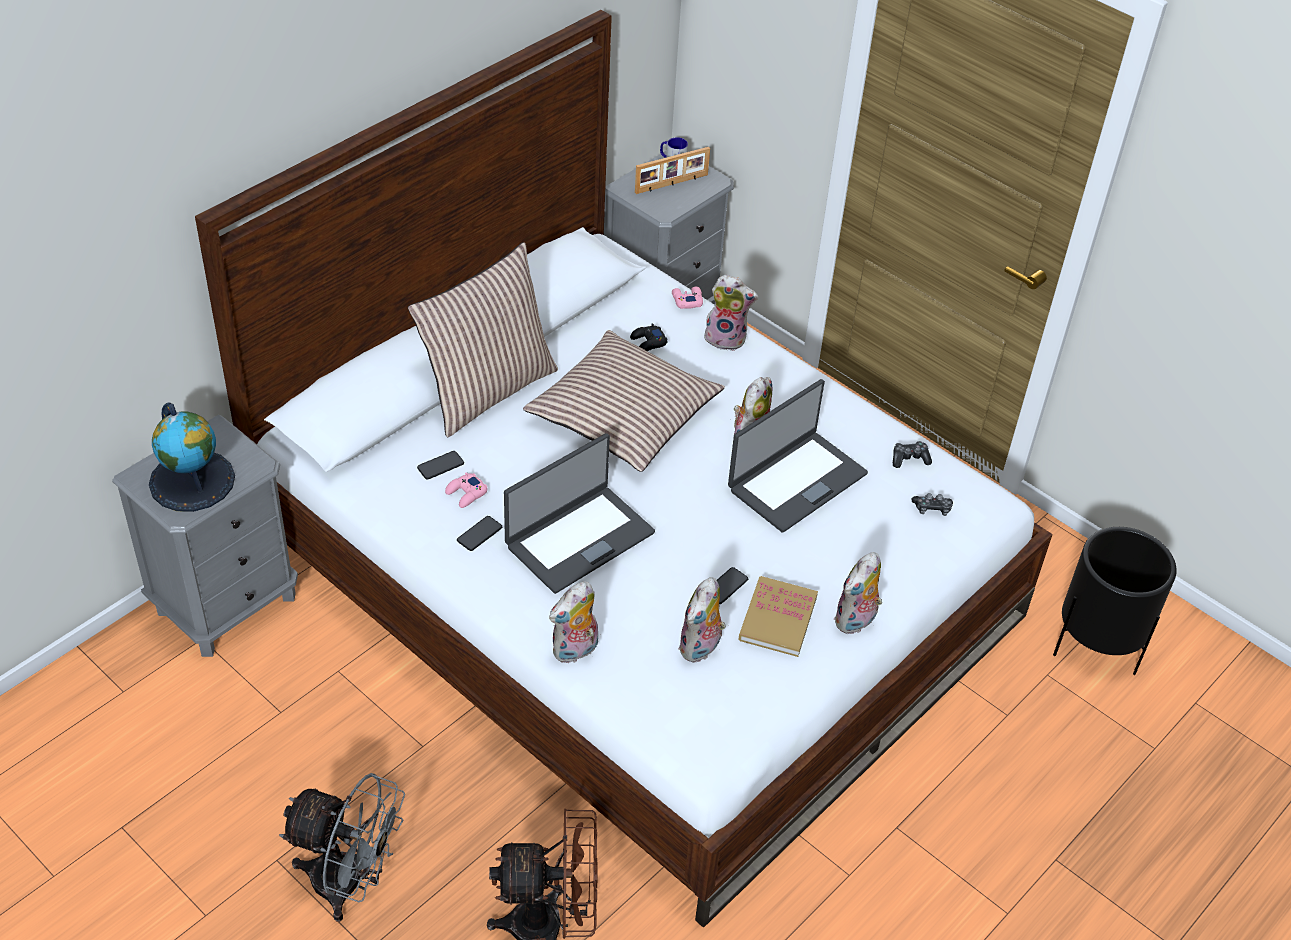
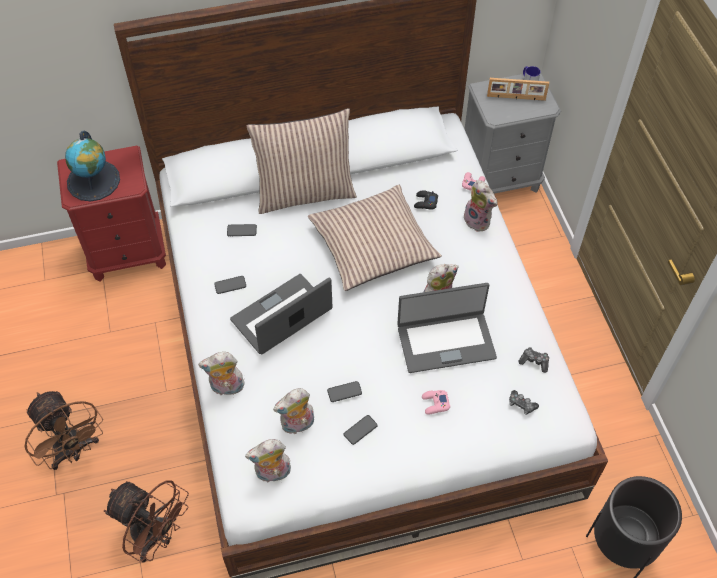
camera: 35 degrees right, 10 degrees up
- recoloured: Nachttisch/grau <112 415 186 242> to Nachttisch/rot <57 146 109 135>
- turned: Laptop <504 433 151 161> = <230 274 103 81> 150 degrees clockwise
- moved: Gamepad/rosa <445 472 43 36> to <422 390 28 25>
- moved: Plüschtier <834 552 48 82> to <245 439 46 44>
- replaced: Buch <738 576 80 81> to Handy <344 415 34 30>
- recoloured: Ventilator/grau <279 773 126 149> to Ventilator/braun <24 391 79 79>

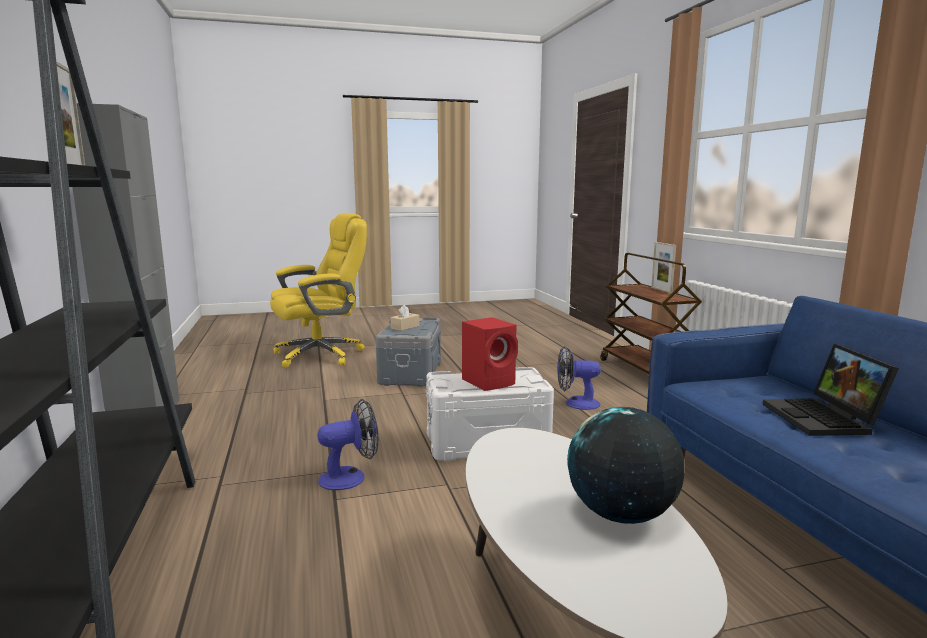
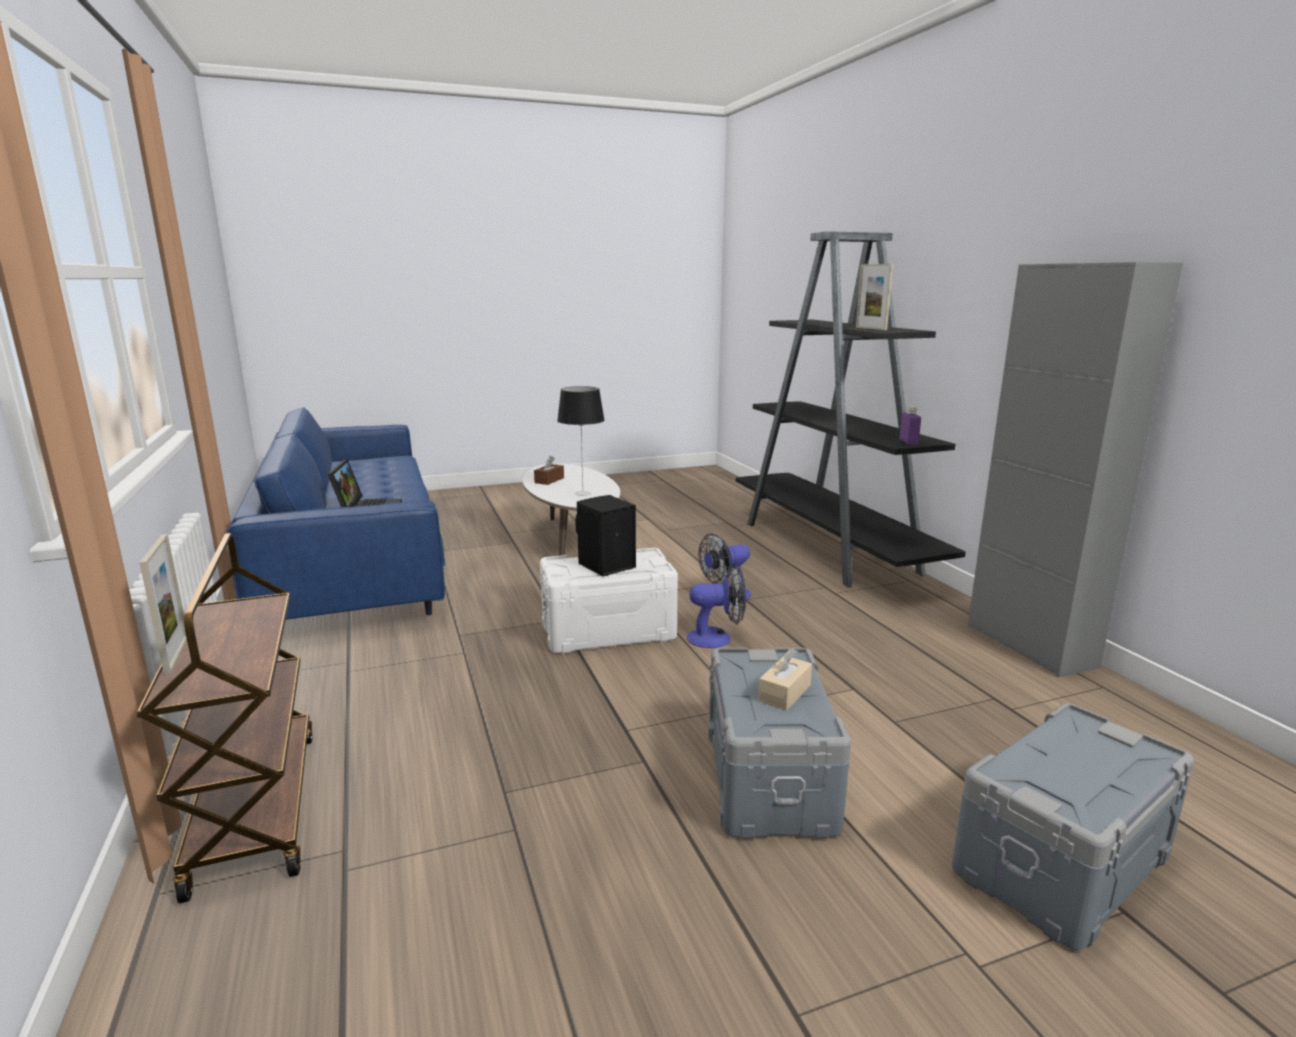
camera: 175 degrees right, 5 degrees up
- replaced: Bürostuhl/gelb <270 213 97 155> to Aufbewahrungsbox/grau <952 703 242 248>
- recoloured: Lautsprecher/rot <462 317 56 74> to Lautsprecher/schwarz <575 495 61 81>
- moved: Ventilator <557 346 44 64> to <687 565 59 83>
- replaced: Globus <567 407 118 117> to Taschentuchbox/braun <534 456 30 29>
- added: Tischlampe <557 386 47 110>
- added: Flasche/lila <899 407 22 38>

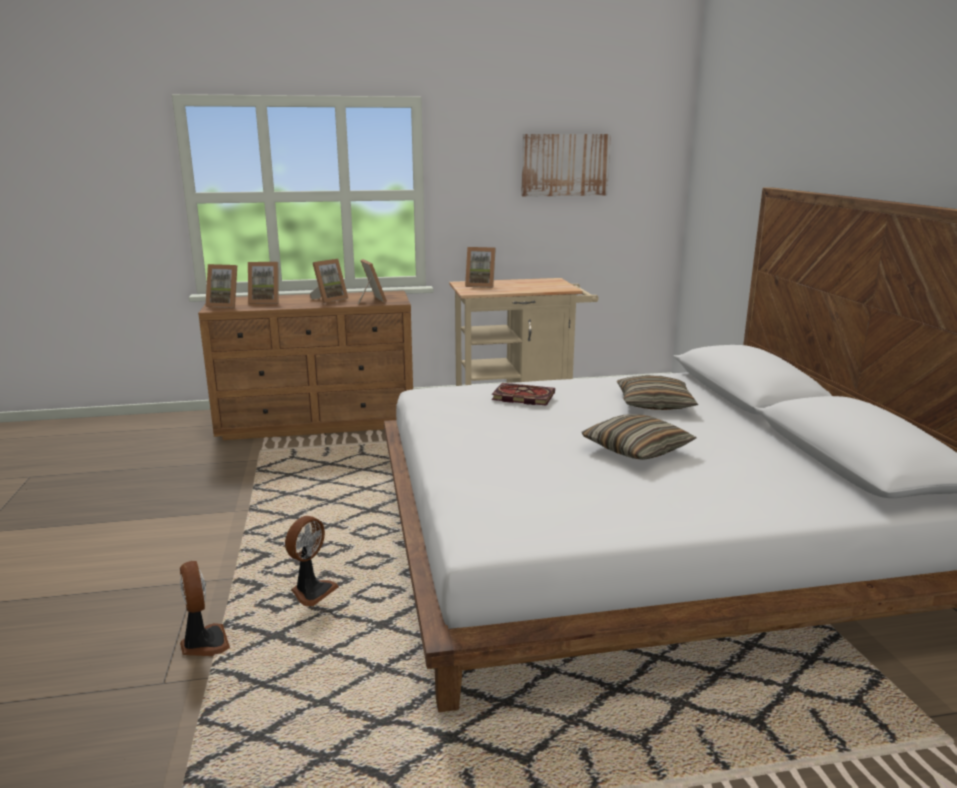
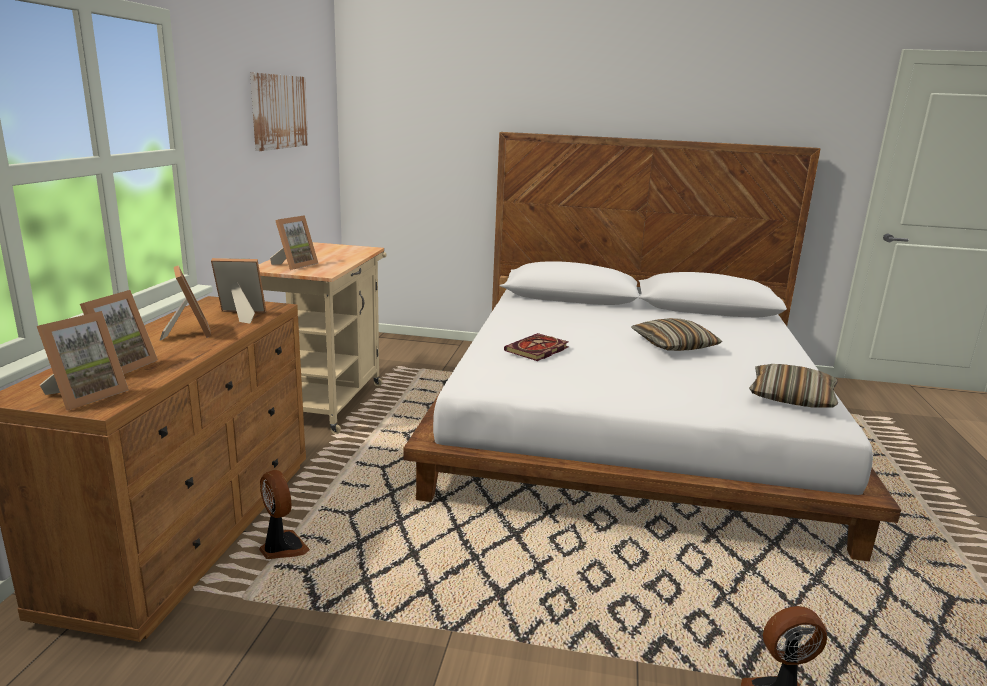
camera: 70 degrees left, 0 degrees up
- moved: Kissen <617 375 81 35> to <749 364 89 44>
- moved: Ventilator <285 516 54 90> to <259 470 51 89>

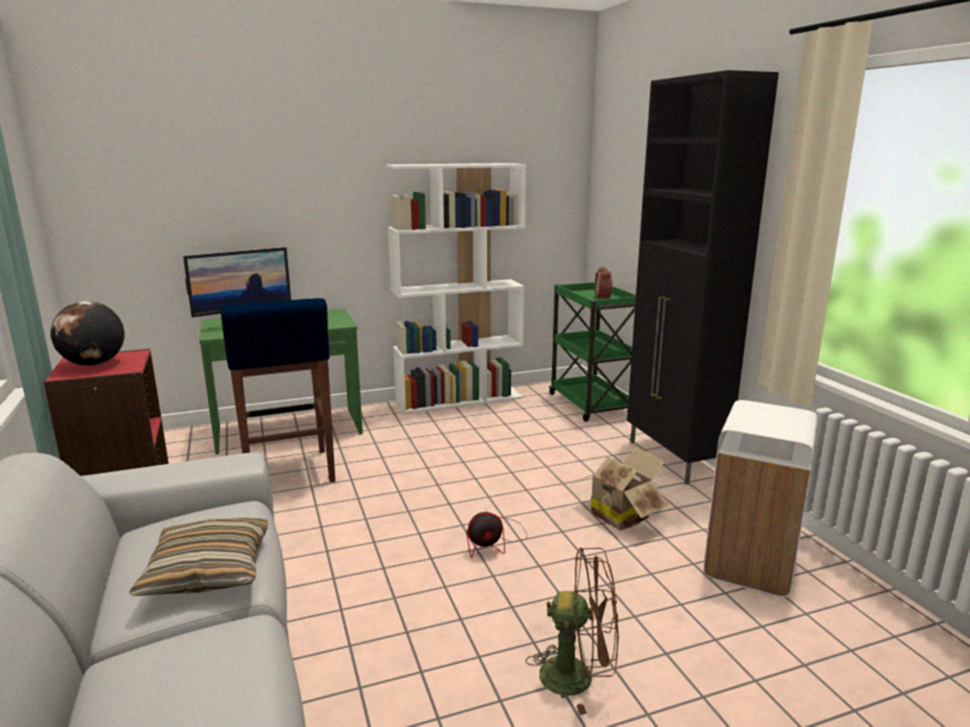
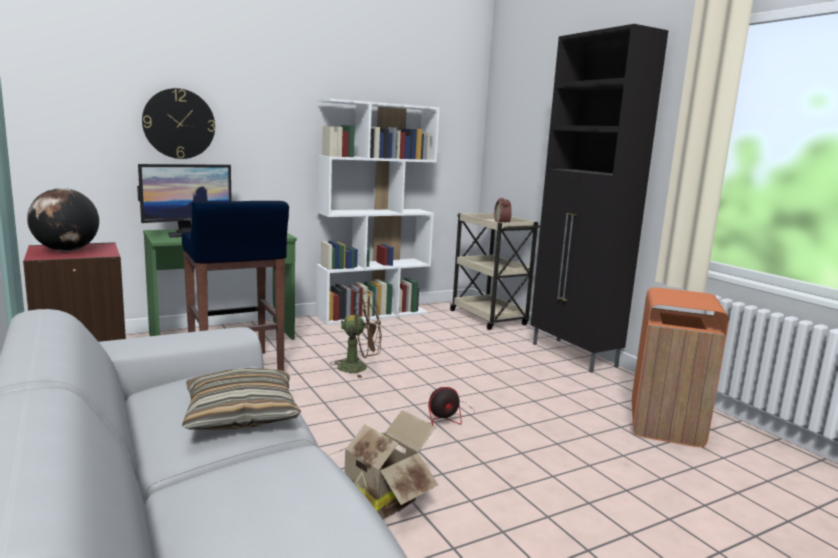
camera: 10 degrees left, 5 degrees down
- recoloured: Rollwagen/grün <548 282 88 140> to Rollwagen/beige <450 212 90 118>
- recoloured: Mülleimer/weiß <704 400 114 197> to Mülleimer/orange <632 287 97 160>
- moved: Karton <577 447 92 84> to <330 410 108 109>
- moved: Ventilator/braun <526 547 93 168> to <330 291 52 87>
- added: Wanduhr <142 88 73 71>

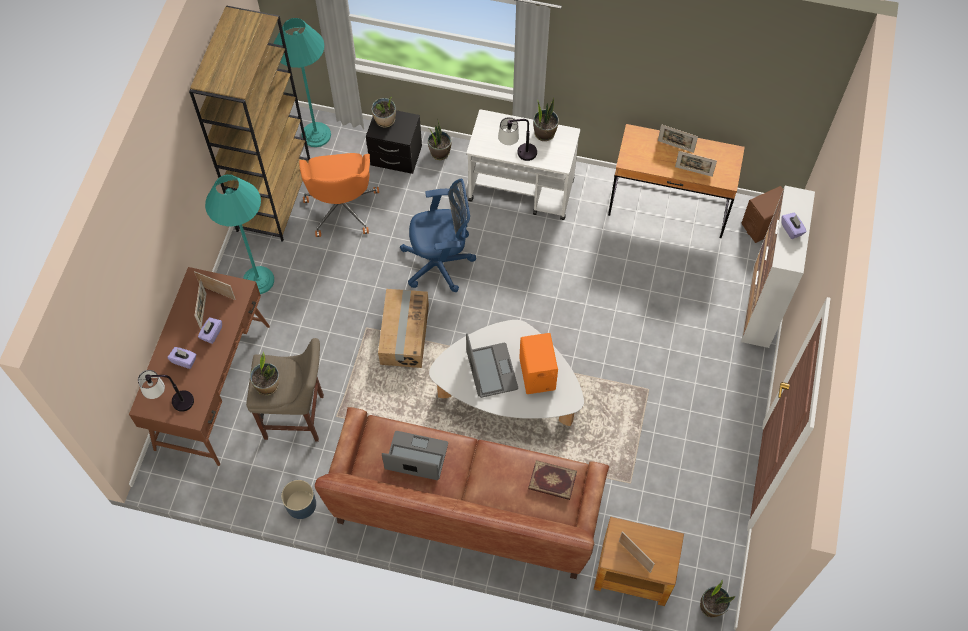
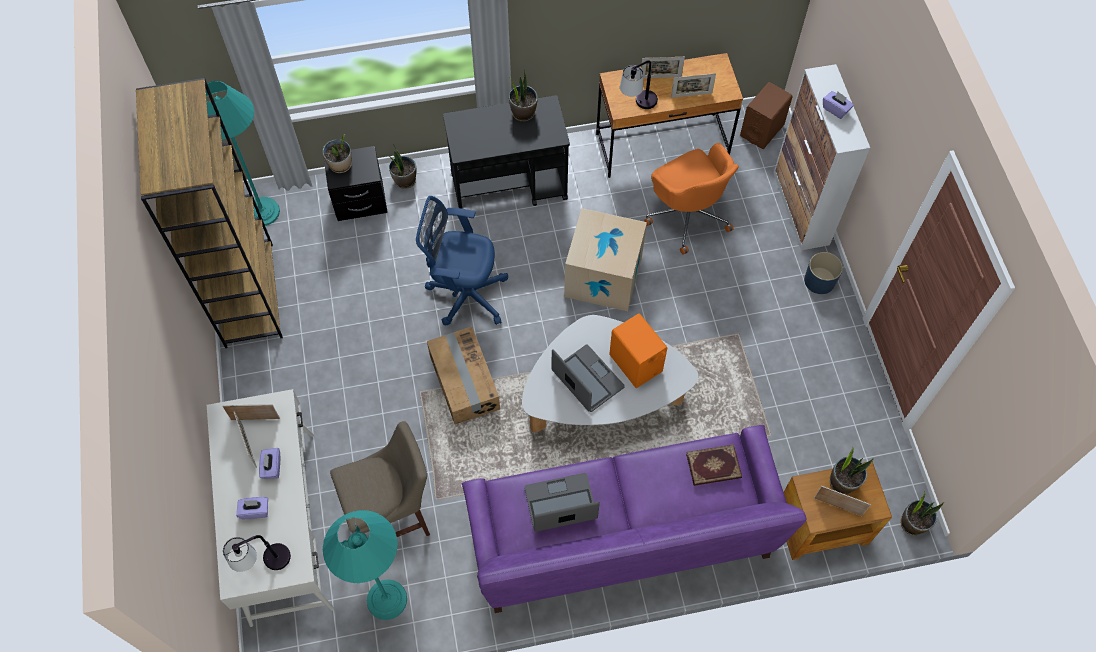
camera: 25 degrees left, 0 degrees up
- recoloured: Rollwagen/weiß <467 109 113 111> to Rollwagen/schwarz <443 95 127 114>
- moved: Tischlampe <498 117 39 44> to <620 60 38 49>
- moved: Bürostuhl/orange <299 153 80 84> to <644 143 95 112>
- moved: Stehlampe/türkis <205 174 69 120> to <323 510 84 110>
- turned: Bürostuhl/blau <400 179 76 113> = <416 196 92 129> 135 degrees counterclockwise
- recoloured: Schreibtisch/braun <129 267 141 199> to Schreibtisch/weiß <207 389 127 238>
- moved: Topfpflanze <250 352 29 43> to <829 446 45 49>
- recoloured: Sofa/braun <315 407 294 172> to Sofa/lila <462 425 344 188>
- moved: Pflanzkübel/blau <281 480 35 39> to <804 252 39 42>
- added: Karton <564 208 83 103>

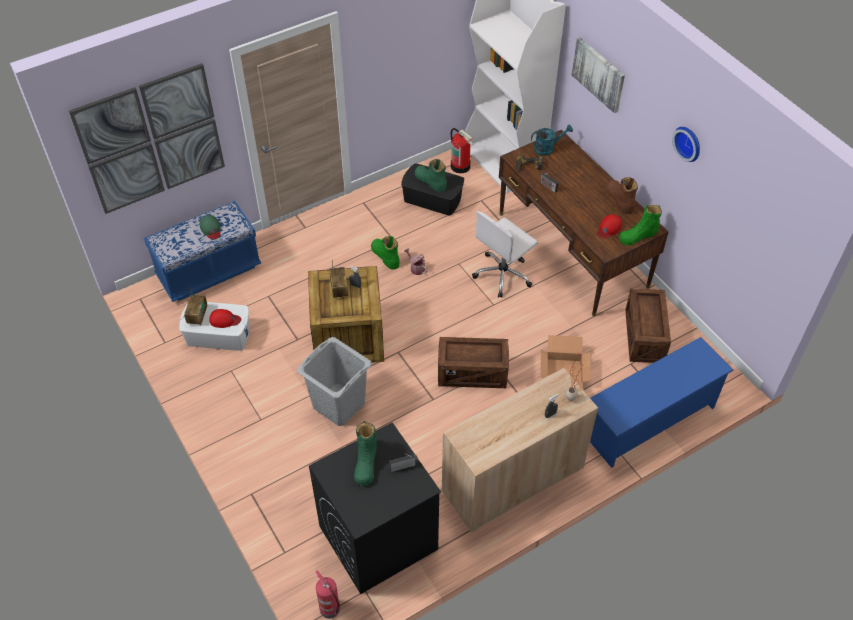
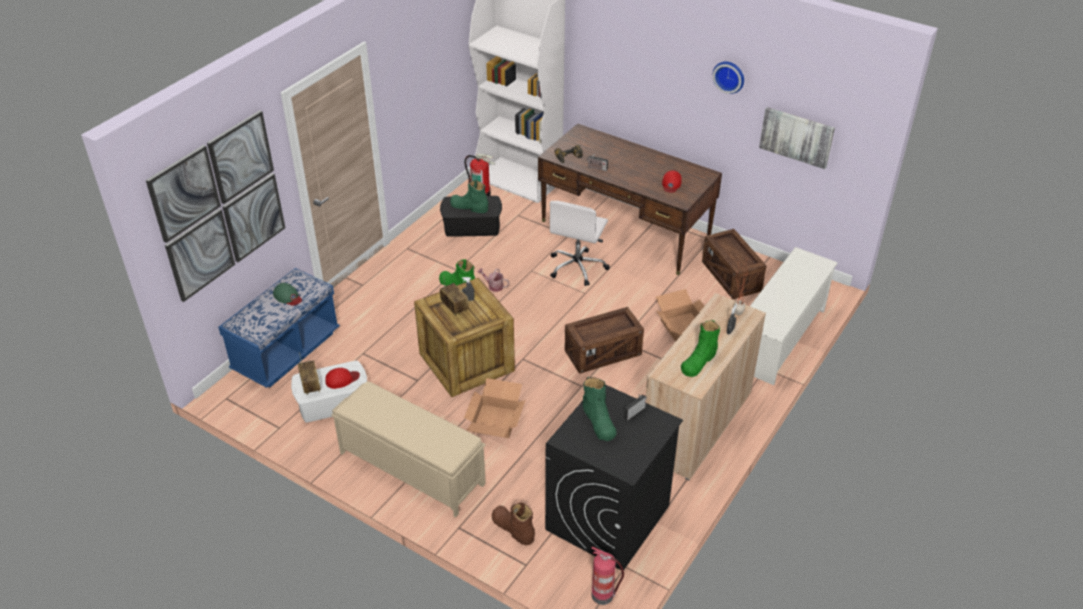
camera: 25 degrees left, 10 degrees down
- moved: Bild <572 37 53 76> to <759 107 76 62>
- removed: Gießkanne/türkis <531 124 42 32>
- moved: Stiefel/braun <606 177 32 37> to <492 503 43 42>
- moved: Stiefel/grün <620 205 42 40> to <681 320 39 57>
- replaced: Wäschekorb/grau <297 337 75 89> to Karton <464 378 61 60>
- recoloured: Schuhregal/blau <590 337 143 131> to Schuhregal/weiß <750 247 88 138>
- added: Bank/beige <331 381 155 136>

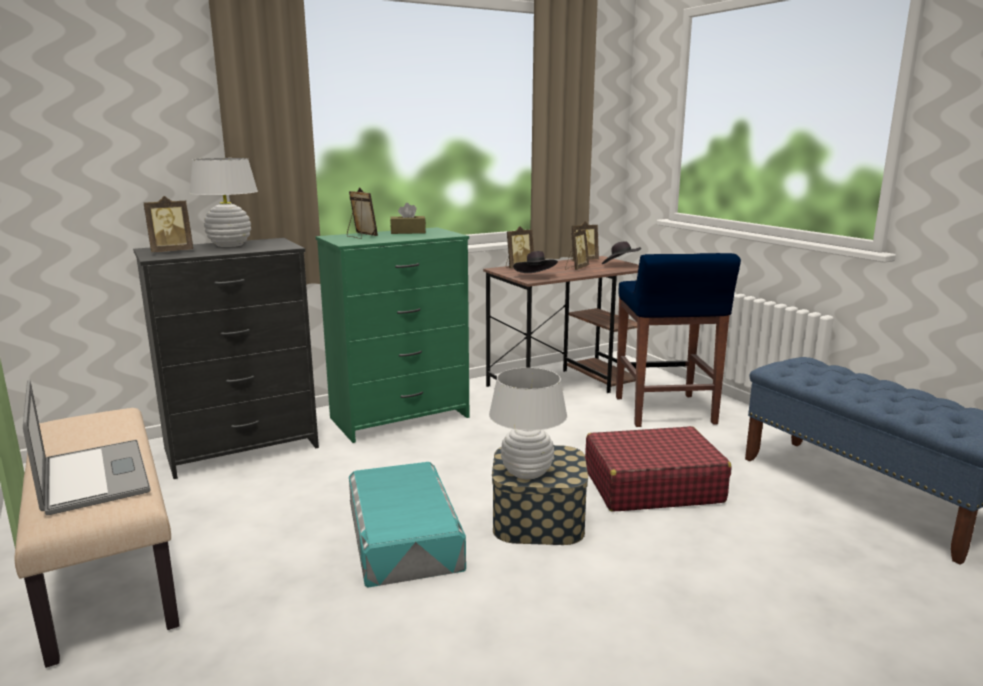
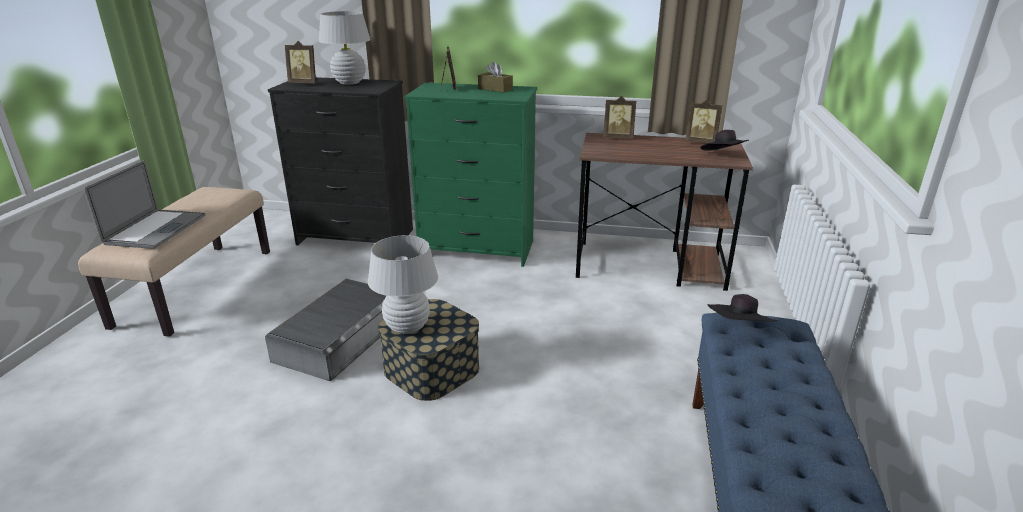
camera: 40 degrees right, 10 degrees up
- removed: Bilderrahmen <565 227 24 43>
- moved: Hut/schwarz <513 251 45 22> to <707 294 71 28>
- removed: Hocker/blau <616 253 125 174>
- removed: Koffer/rot <585 426 147 86>
- recoloured: Aufbewahrungsbox/türkis <349 462 117 126> to Aufbewahrungsbox/grau <265 279 121 102>

